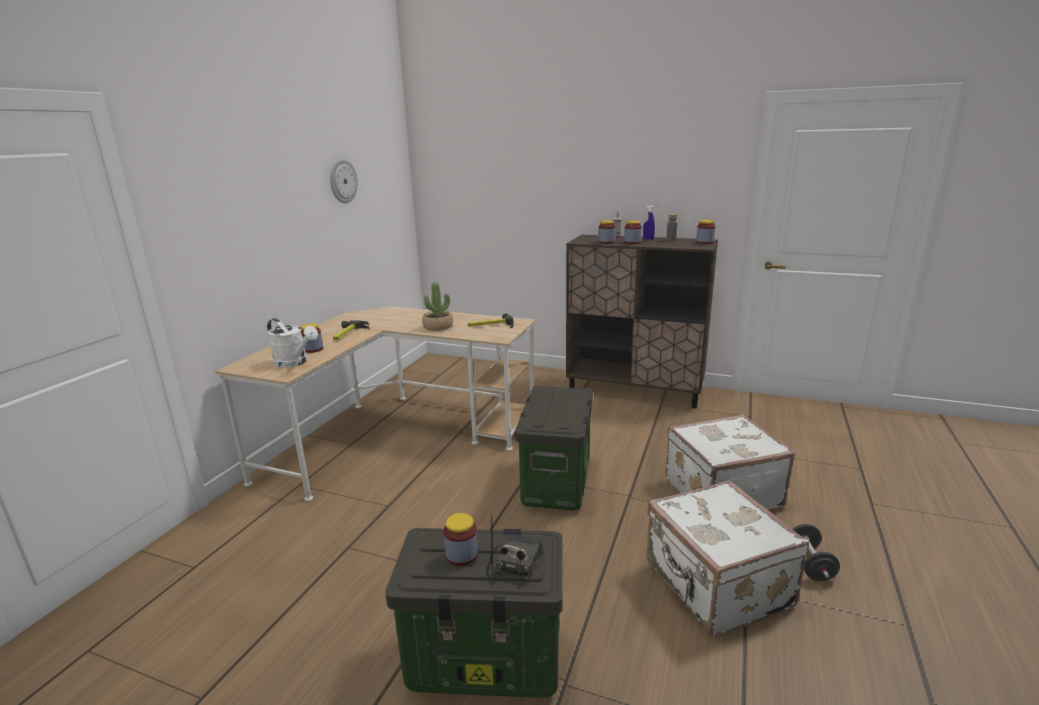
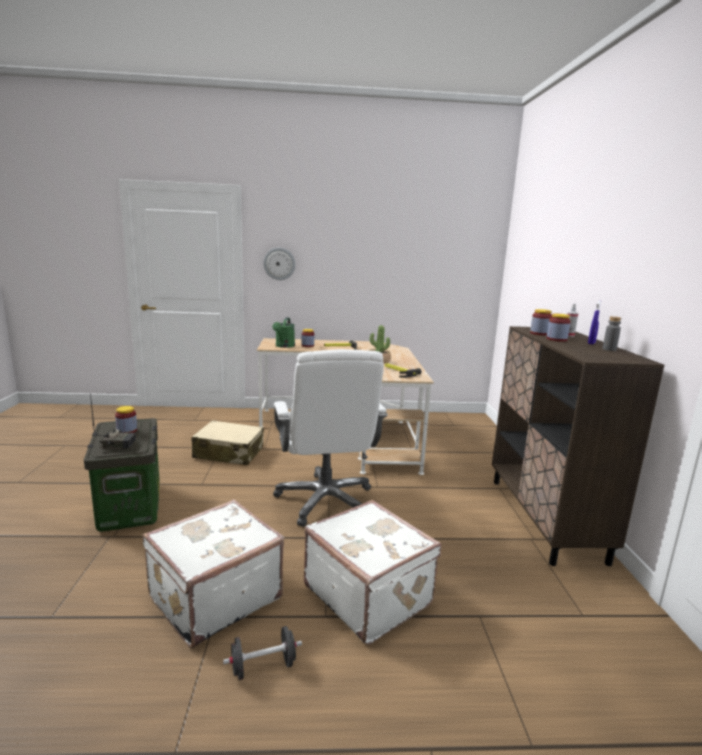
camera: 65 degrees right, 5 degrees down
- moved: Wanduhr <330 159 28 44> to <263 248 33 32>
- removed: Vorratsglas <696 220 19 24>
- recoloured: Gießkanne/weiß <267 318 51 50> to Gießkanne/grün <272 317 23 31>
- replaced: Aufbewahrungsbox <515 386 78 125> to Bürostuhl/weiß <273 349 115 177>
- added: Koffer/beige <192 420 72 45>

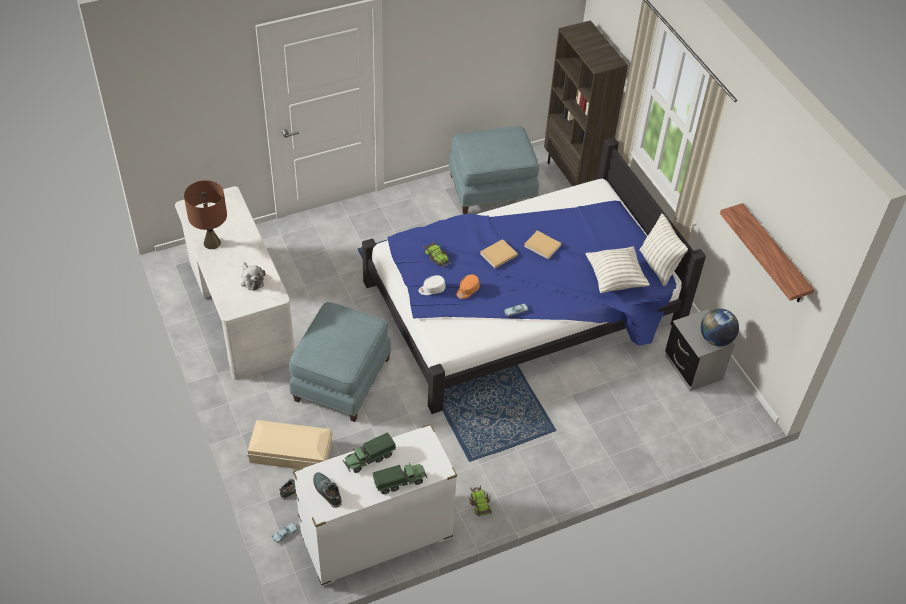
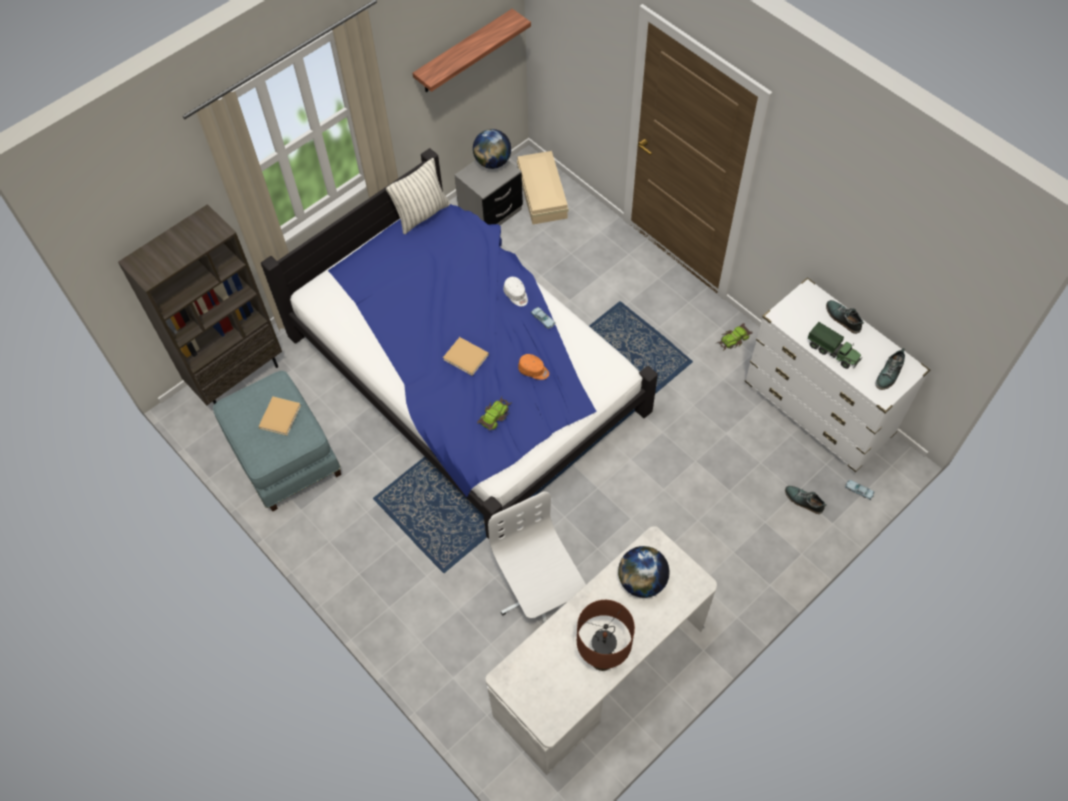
camera: 105 degrees left, 10 degrees up
- moved: Buch/beige <524 231 37 28> to <258 397 43 38>
- removed: Kissen <586 247 64 46>
- replaced: Plüschtier <241 262 25 29> to Globus <618 546 52 52>
- moved: Kappe/weiß <419 275 27 20> to <503 277 25 29>
- removed: Polsterhocker/blau <289 302 102 120>
- moved: Aufbewahrungsbox/beige <247 420 85 49> to <517 151 51 73>
- replaced: Spielzeuglaster <373 462 54 32> to Schuh <826 300 38 34>
- added: Bürostuhl/weiß <488 491 98 132>

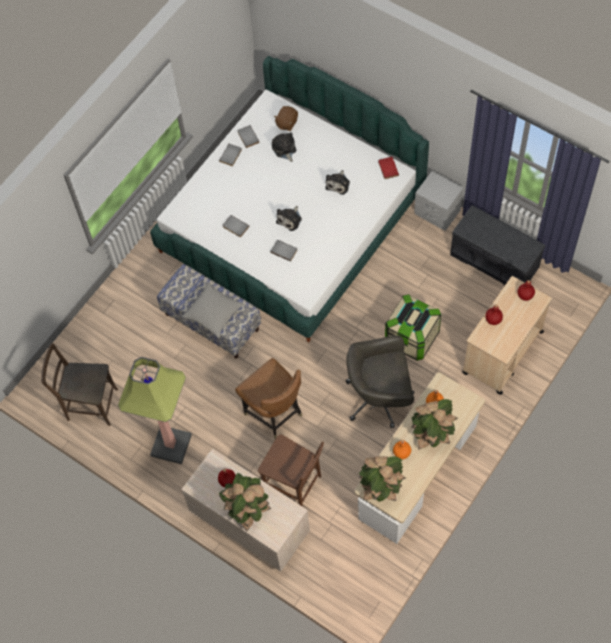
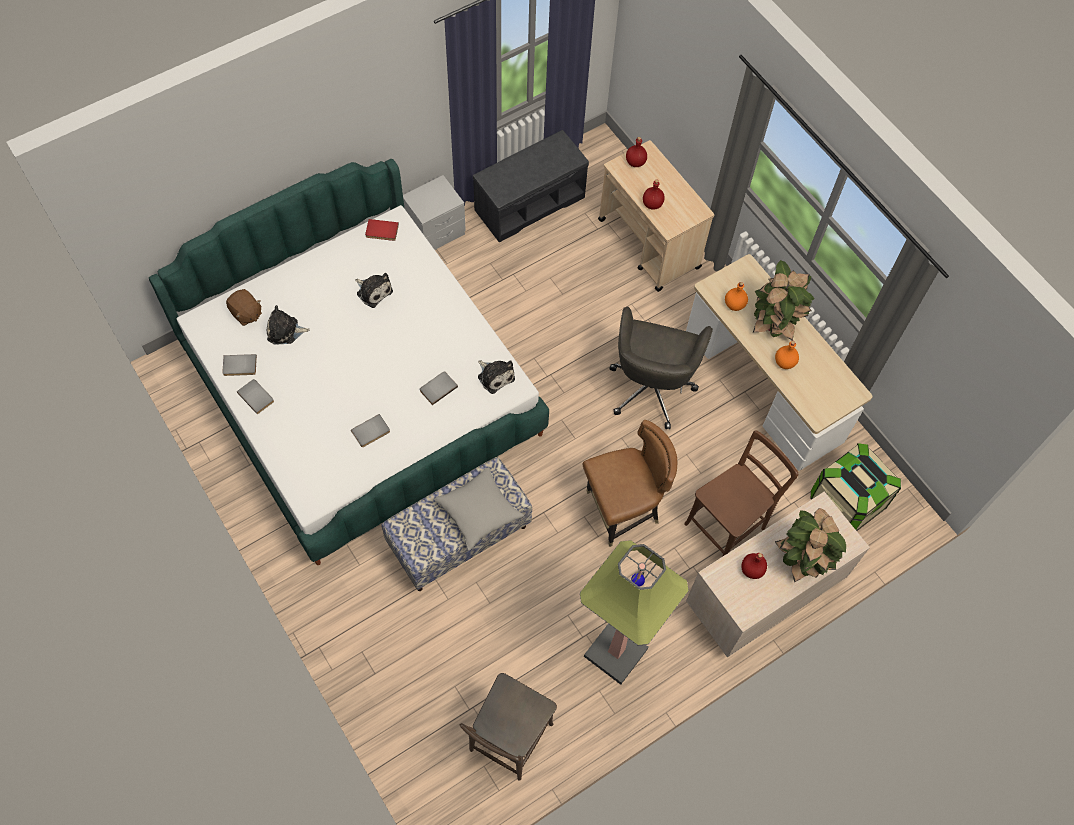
camera: 75 degrees left, 0 degrees up
- moved: Plüschtier <276 206 26 25> to <478 360 37 34>
- moved: Aufbewahrungsbox <385 294 56 67> to <811 443 90 88>
- removed: Topfpflanze <359 456 47 46>

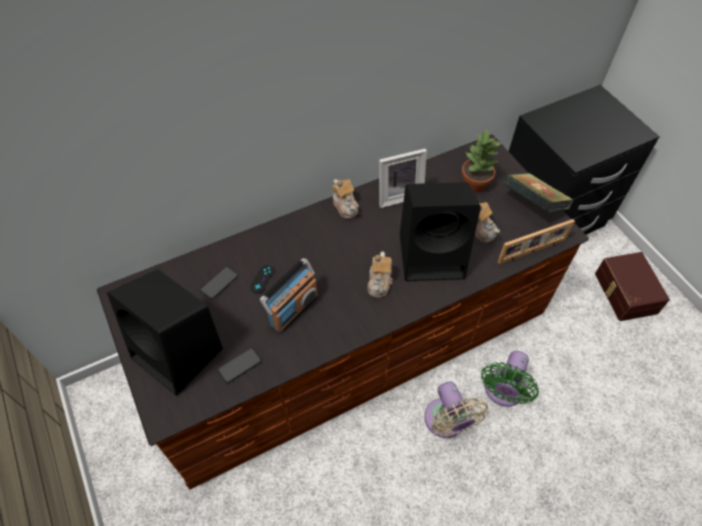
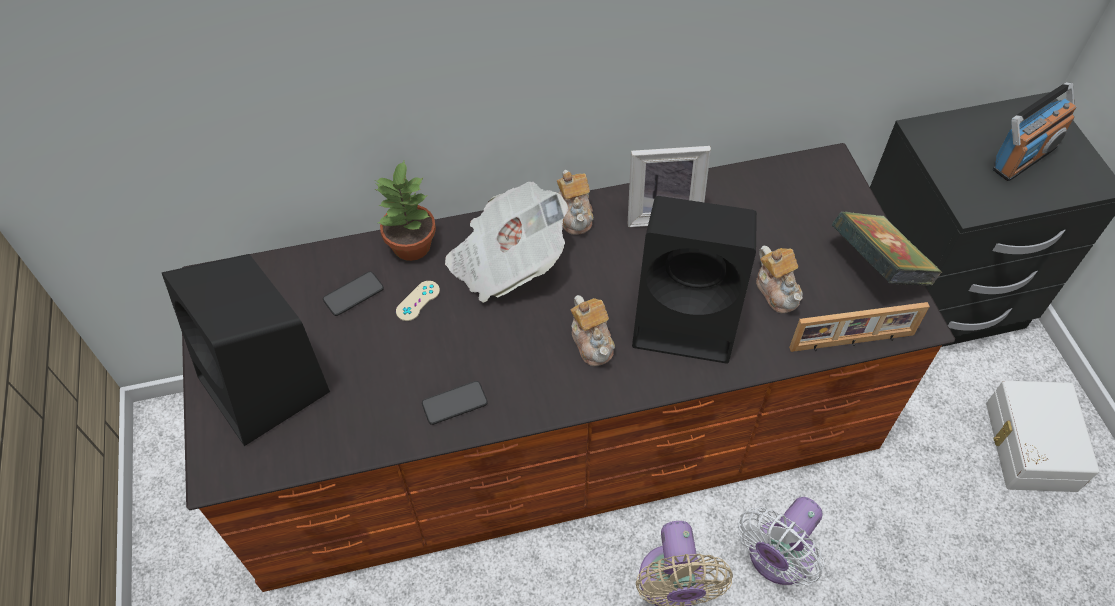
camera: 15 degrees right, 0 degrees up
- moved: Topfpflanze <461 129 41 63> to <375 160 61 101>
- turned: Teekanne <367 251 26 47> = <570 295 45 71> 45 degrees counterclockwise
- recoloured: Aufbewahrungsbox/braun <595 252 75 69> to Aufbewahrungsbox/weiß <986 380 113 112>
- moved: Radio <260 258 58 76> to <992 82 84 99>
- recoloured: Gamepad/schwarz <250 265 25 28> to Gamepad/beige <396 281 44 40>
- moved: Handy <218 348 43 35> to <422 381 66 44>
- recoloured: Ventilator/grün <481 351 58 56> to Ventilator/weiß <738 497 86 88>
- added: Zeitung <445 182 124 121>

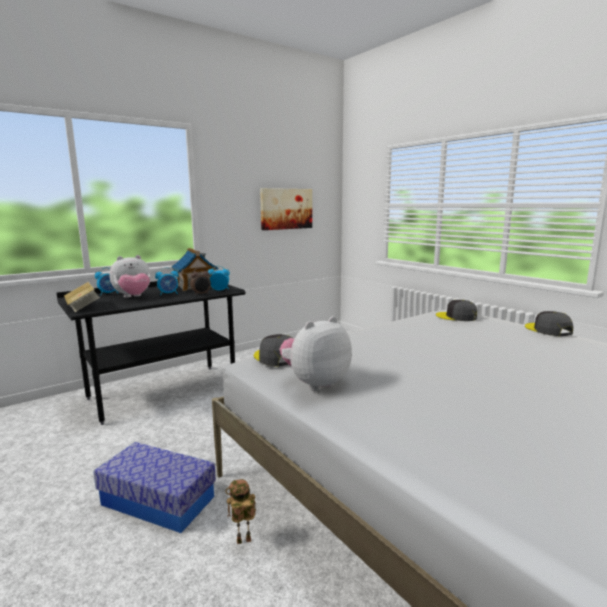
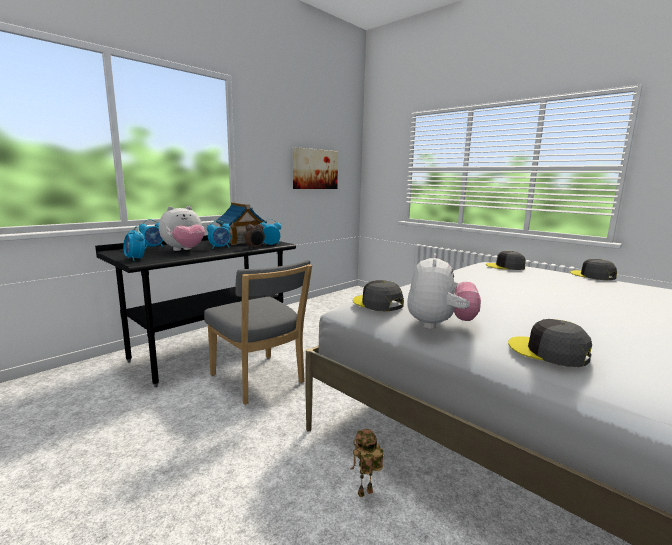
camera: 10 degrees left, 0 degrees up
- replaced: Buch <64 282 35 30> to Wecker <123 226 22 35>
- turned: Plüschtier <280 316 72 75> = <407 253 74 76> 150 degrees clockwise
- removed: Aufbewahrungsbox <93 442 123 91>
- added: Stuhl/grau <204 260 108 145>
- added: Kappe/grau <508 319 84 48>

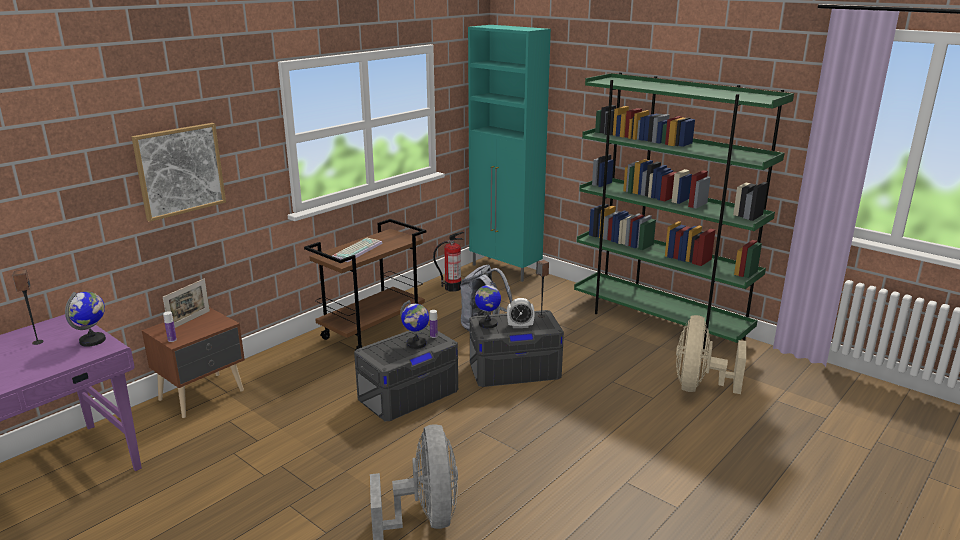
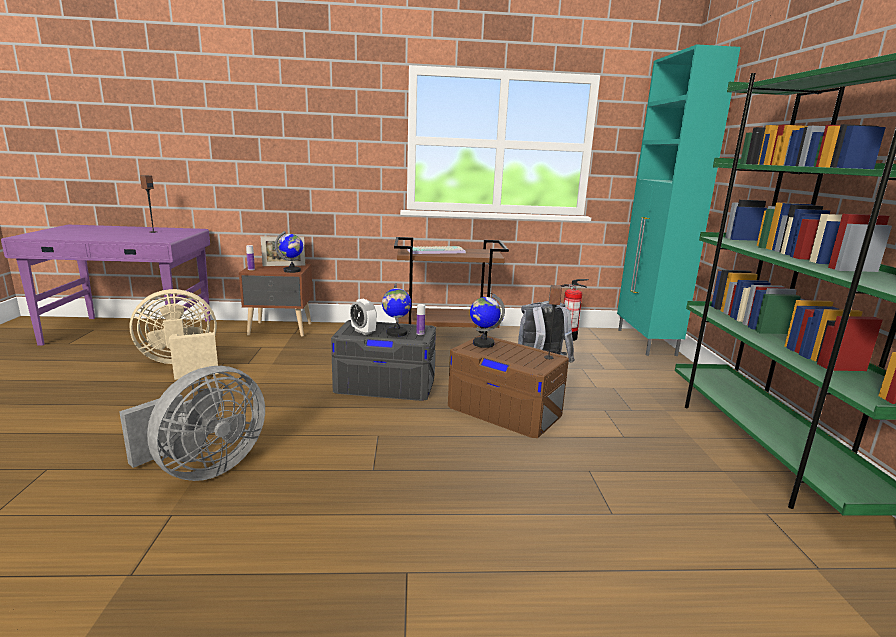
camera: 45 degrees right, 5 degrees down
- removed: Bild <132 123 94 99>
- moved: Globus <65 292 41 55> to <275 231 28 42>
- moved: Wecker <507 298 28 30> to <350 299 27 36>
- recoloured: Aufbewahrungsbox/grau <470 310 94 77> to Aufbewahrungsbox/braun <448 335 121 103>
- moved: Ventilator/beige <676 315 70 79> to <129 289 90 91>

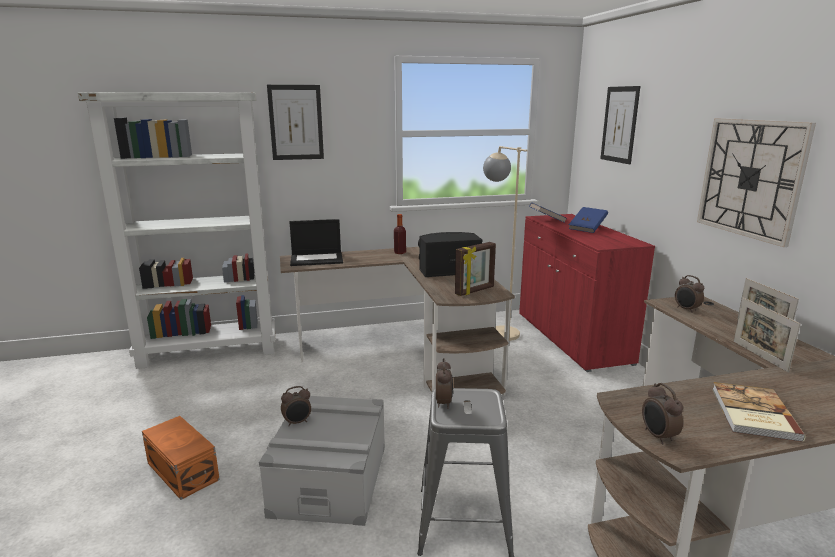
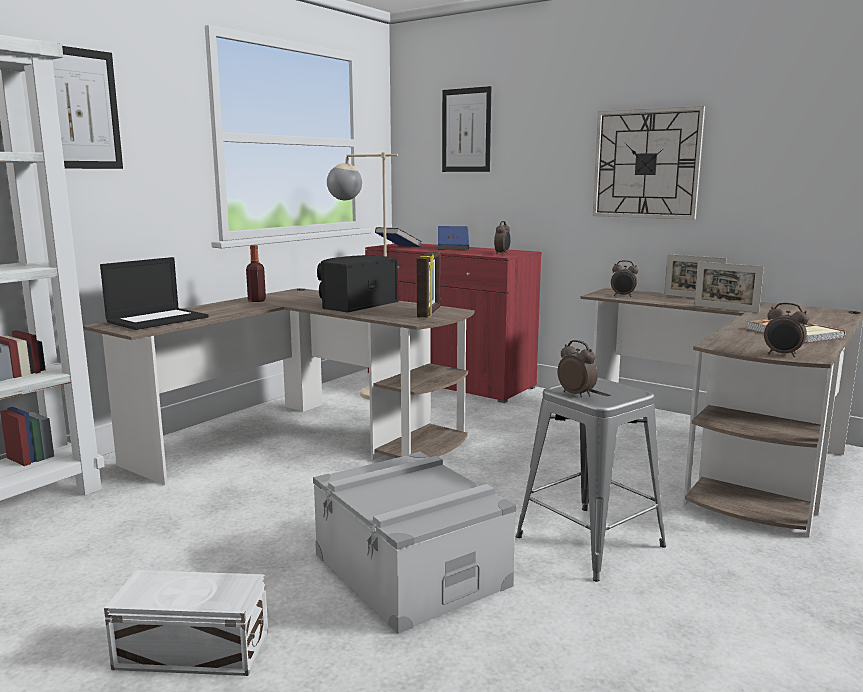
camera: 40 degrees left, 5 degrees down
- moved: Wecker <281 386 30 40> to <494 221 17 34>
- recoloured: Aufbewahrungsbox/orange <142 416 78 84> to Aufbewahrungsbox/weiß <104 570 164 106>

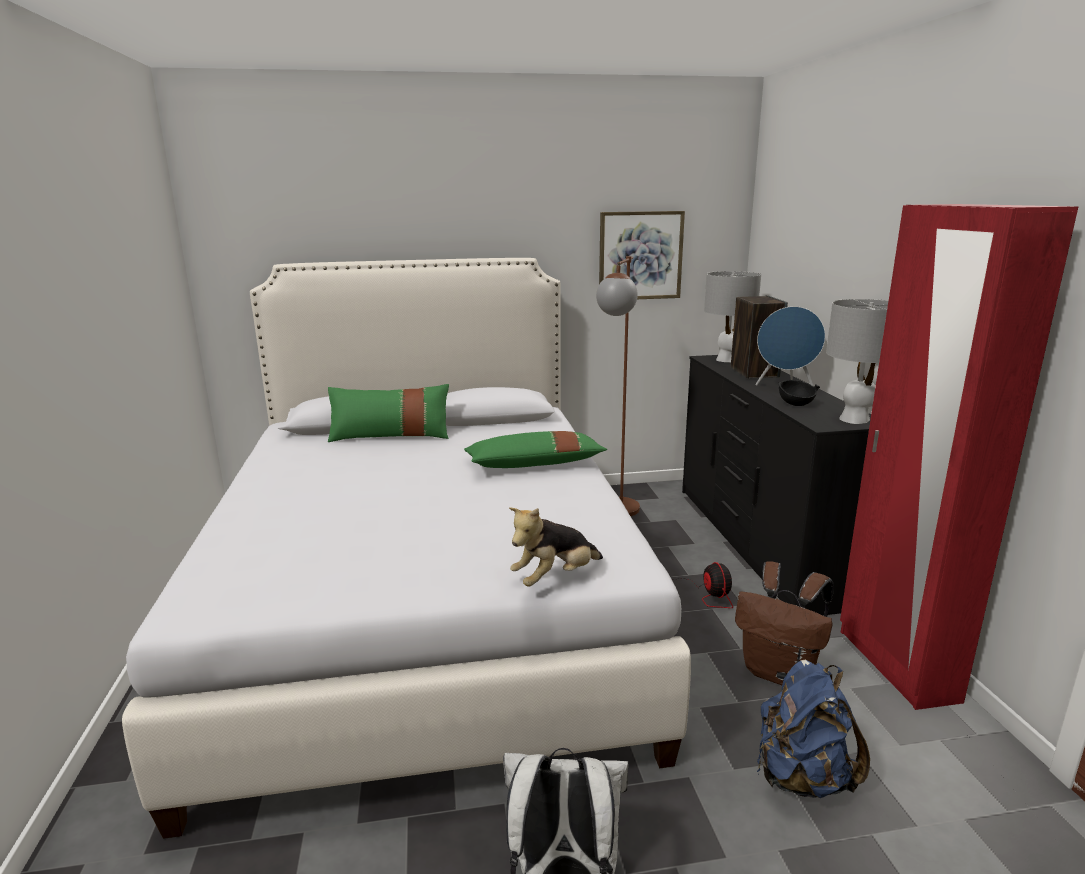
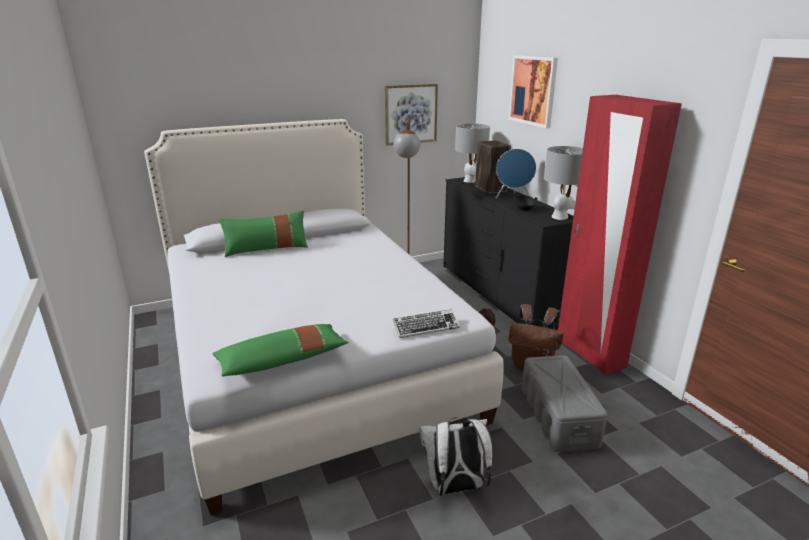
camera: 15 degrees left, 5 degrees up
- moved: Kissen/grün <464 431 143 37> to <212 324 137 52>
- replaced: Plüschtier <509 507 94 80> to Tastatur <393 309 67 29>
- replaced: Rucksack/blau <757 659 113 139> to Aufbewahrungsbox/grau <522 355 86 97>
- added: Bild <509 55 49 73>

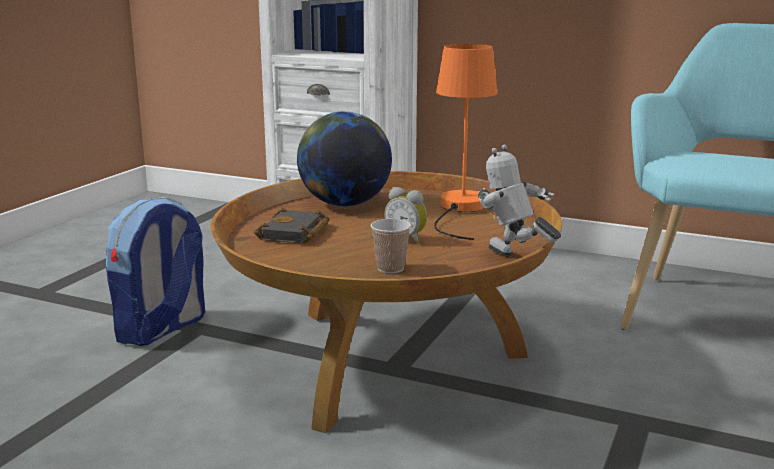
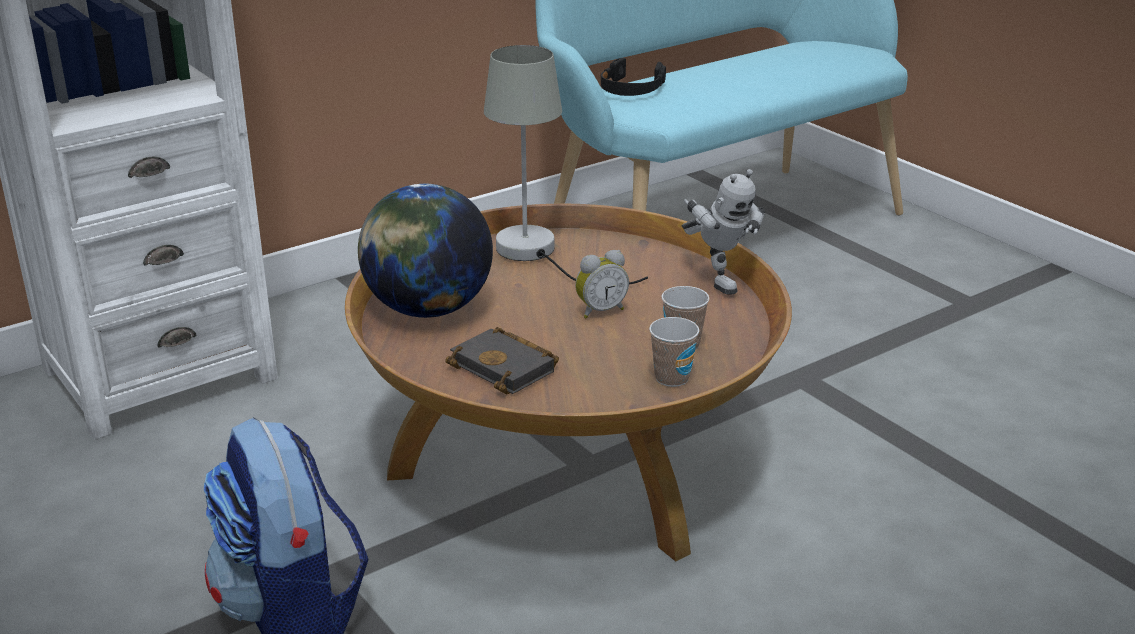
camera: 60 degrees left, 10 degrees up
- recoloured: Tischlampe/orange <434 44 63 196> to Tischlampe/grau <484 45 164 240>
- turned: Spielzeugroboter <478 145 83 112> = <682 169 83 126> 105 degrees counterclockwise
- added: Kopfhörer/schwarz <601 58 65 38>
- added: Tasse <649 317 50 70>

